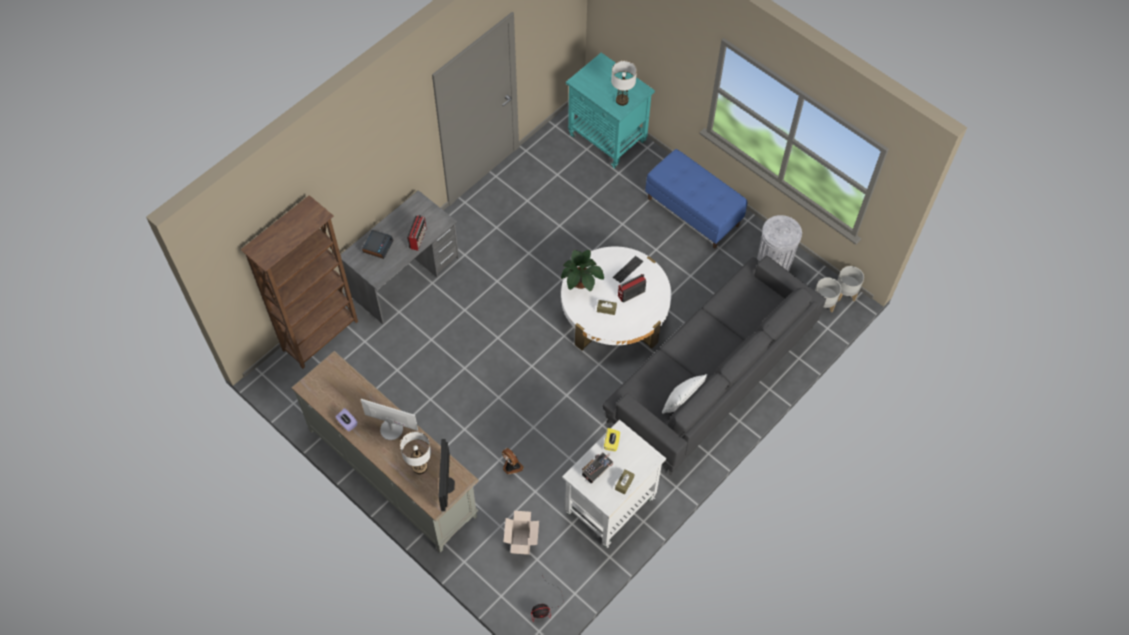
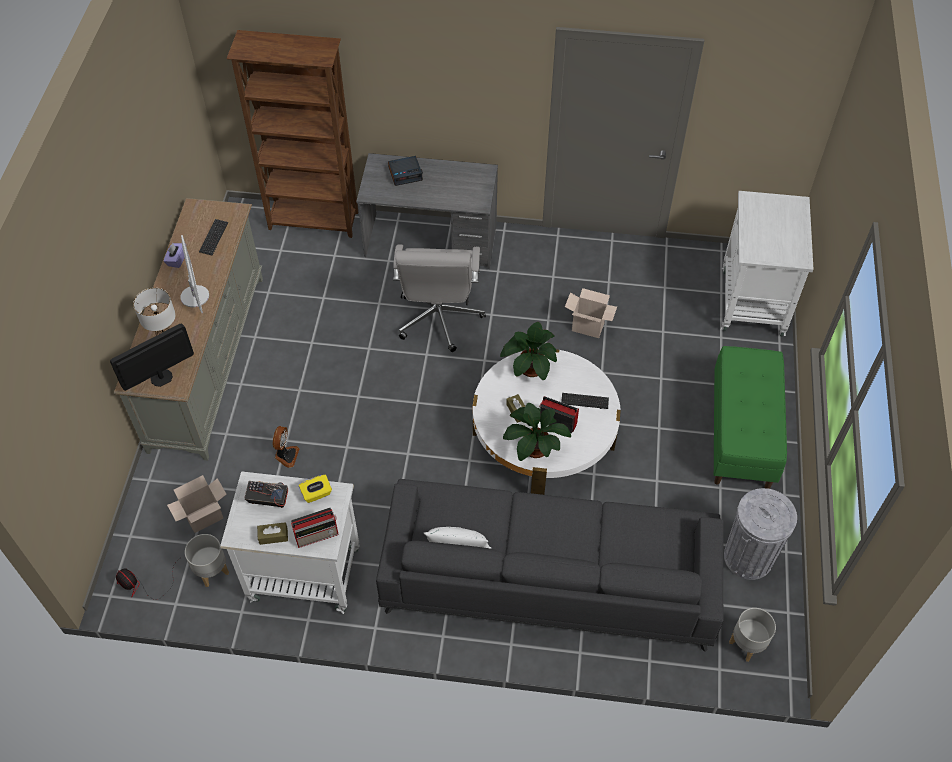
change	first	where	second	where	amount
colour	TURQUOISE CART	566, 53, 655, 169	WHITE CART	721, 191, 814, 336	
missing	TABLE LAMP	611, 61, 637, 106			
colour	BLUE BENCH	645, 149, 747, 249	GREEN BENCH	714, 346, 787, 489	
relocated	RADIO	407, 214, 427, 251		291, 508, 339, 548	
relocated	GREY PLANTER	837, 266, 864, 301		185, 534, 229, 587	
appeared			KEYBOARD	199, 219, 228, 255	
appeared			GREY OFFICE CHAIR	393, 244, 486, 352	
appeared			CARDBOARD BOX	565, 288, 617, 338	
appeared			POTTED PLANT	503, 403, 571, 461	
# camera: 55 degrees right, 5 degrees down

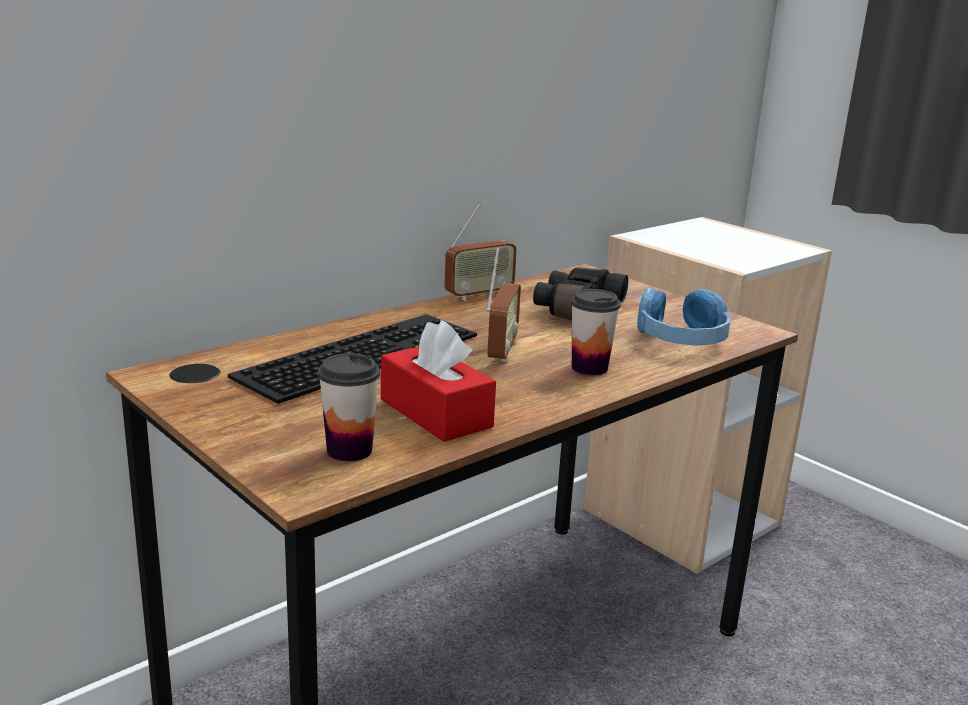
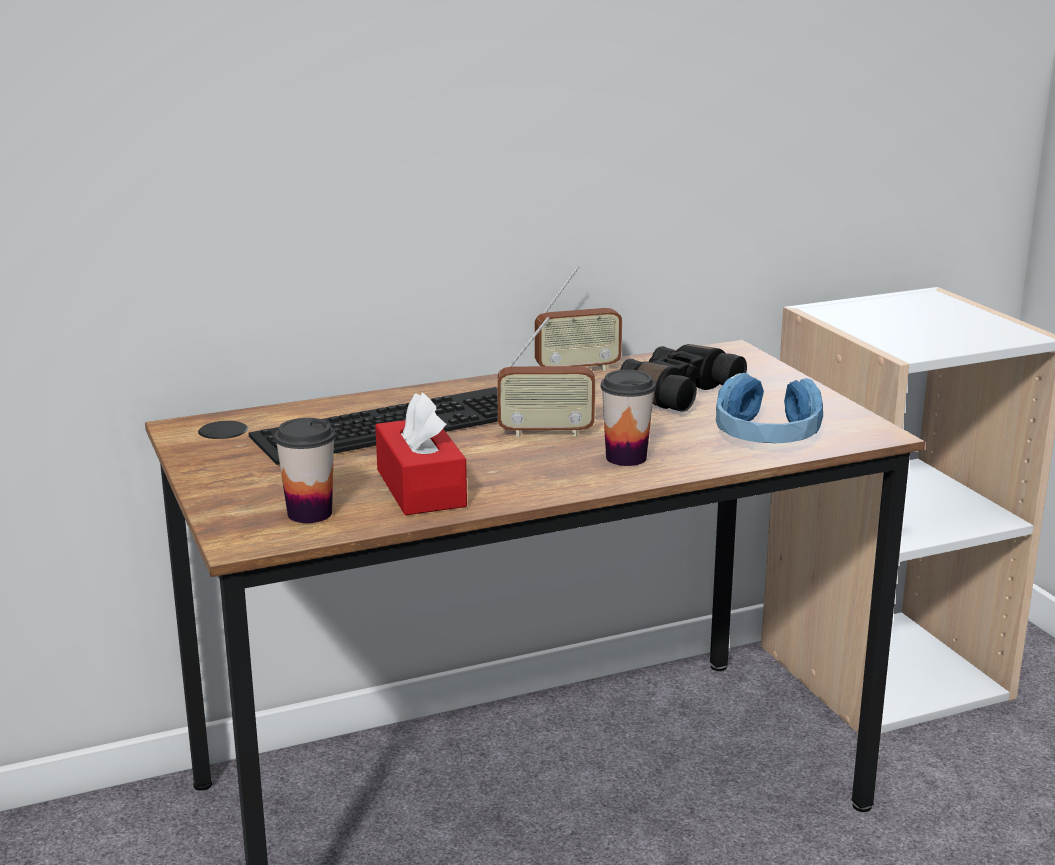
change	first	where	second	where	amount
spun	RADIO	486, 247, 521, 362		497, 317, 595, 437	60 degrees clockwise
# camera: 20 degrees right, 0 degrees up

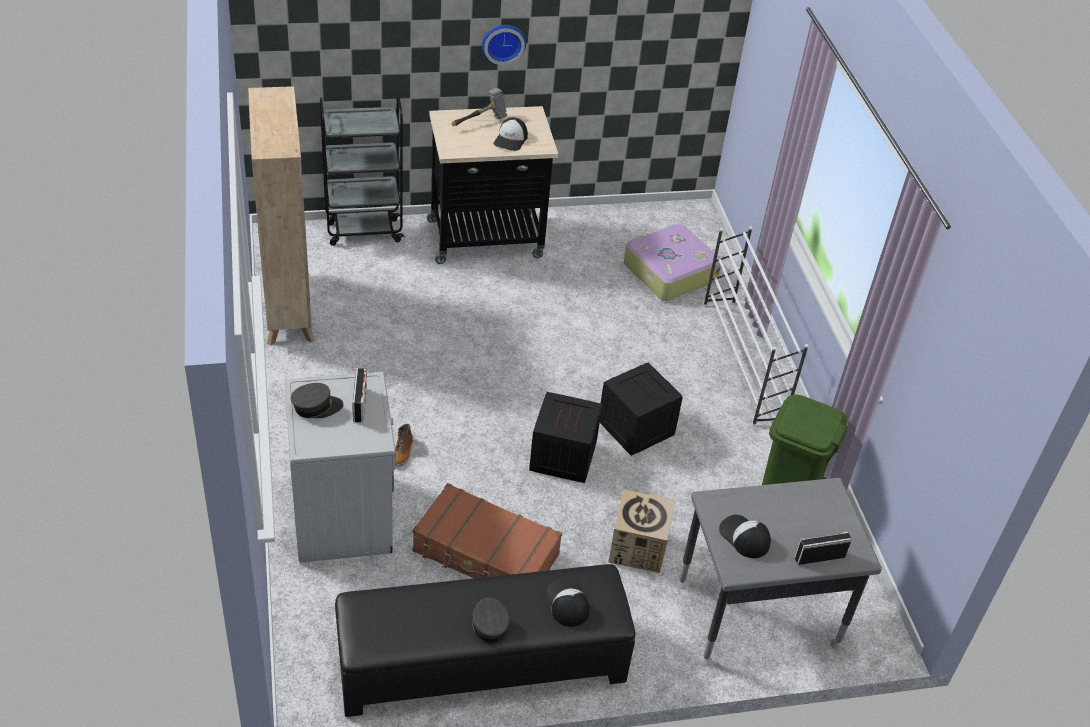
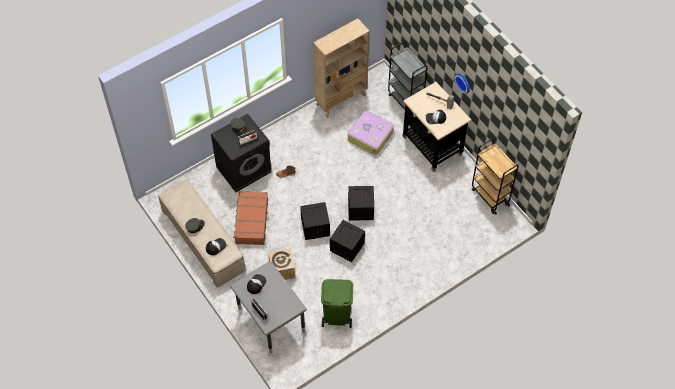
change	first	where	second	where	amount
relocated	SUITCASE	624, 224, 721, 301		348, 111, 394, 155	
missing	WHITE SHOE RACK	704, 226, 809, 426			
colour	WHITE WASHING MACHINE	285, 372, 396, 563	BLACK WASHING MACHINE	211, 114, 271, 192	
colour	BLACK BENCH	335, 564, 635, 717	BEIGE BENCH	158, 180, 246, 288	
appeared			BROWN CART	472, 138, 519, 215	
appeared			CRATE	348, 186, 374, 220	
# camera: 70 degrees right, 15 degrees up

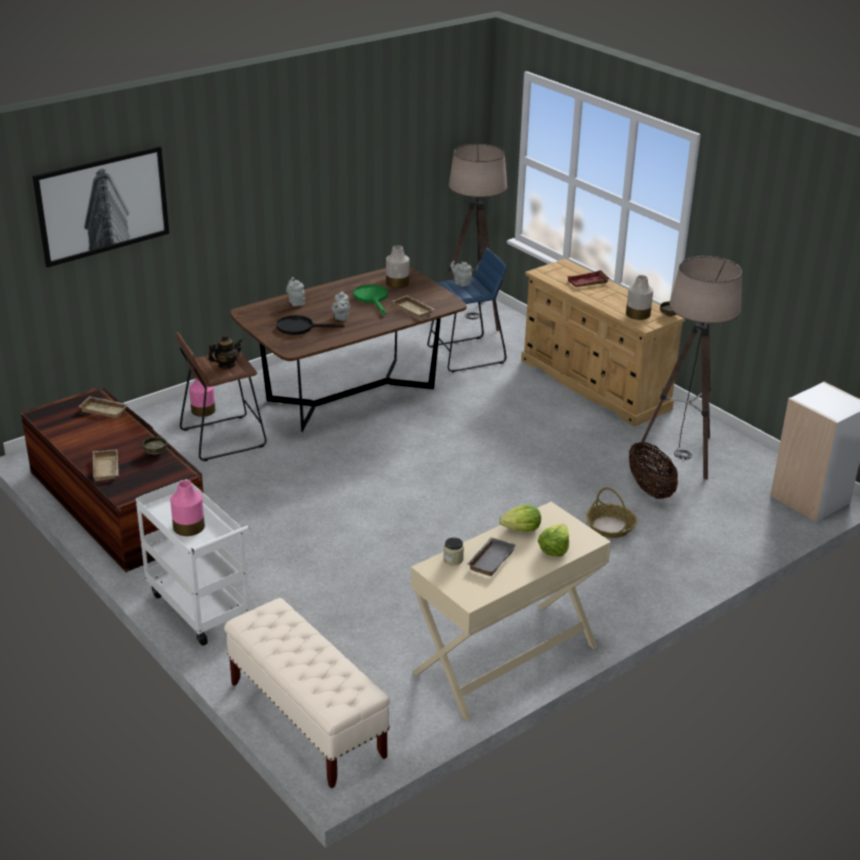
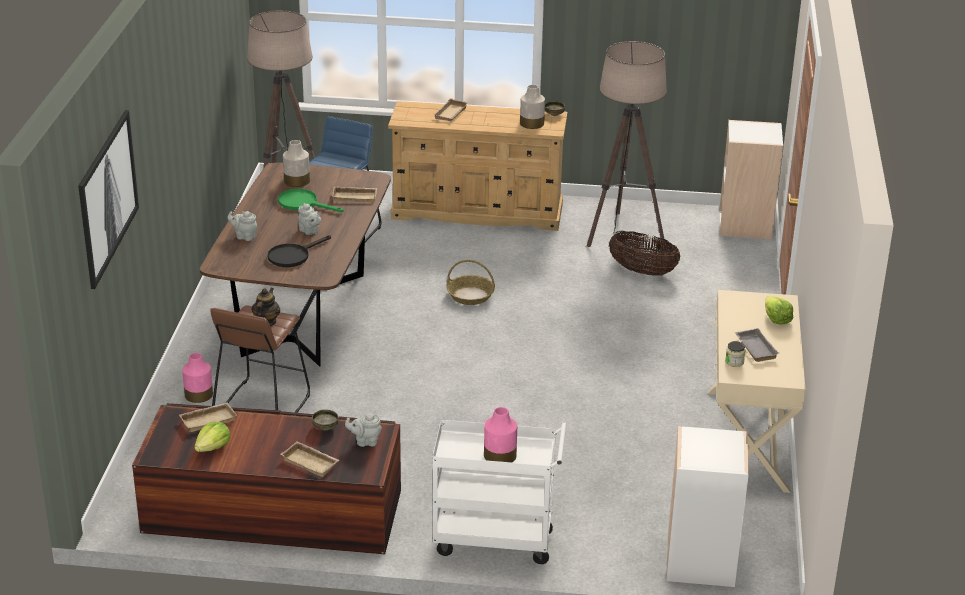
change	first	where	second	where	amount
relocated	GREY TEAPOT	450, 261, 472, 287		345, 413, 382, 447	
colour	RED TRAY	567, 270, 610, 287	BEIGE TRAY	434, 98, 469, 121	
relocated	BASKET	586, 487, 637, 538		447, 260, 495, 305	
relocated	LETTUCE	499, 505, 541, 532		194, 422, 230, 452	
exchanged	BEIGE BENCH	224, 598, 390, 789	BOOKCASE	666, 426, 749, 587	
# camera: 45 degrees left, 0 degrees up

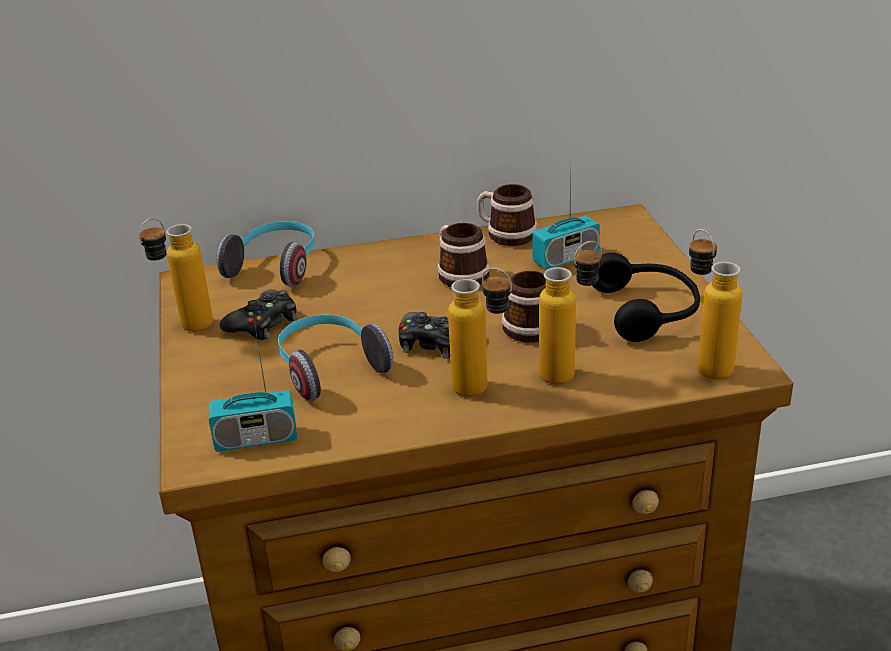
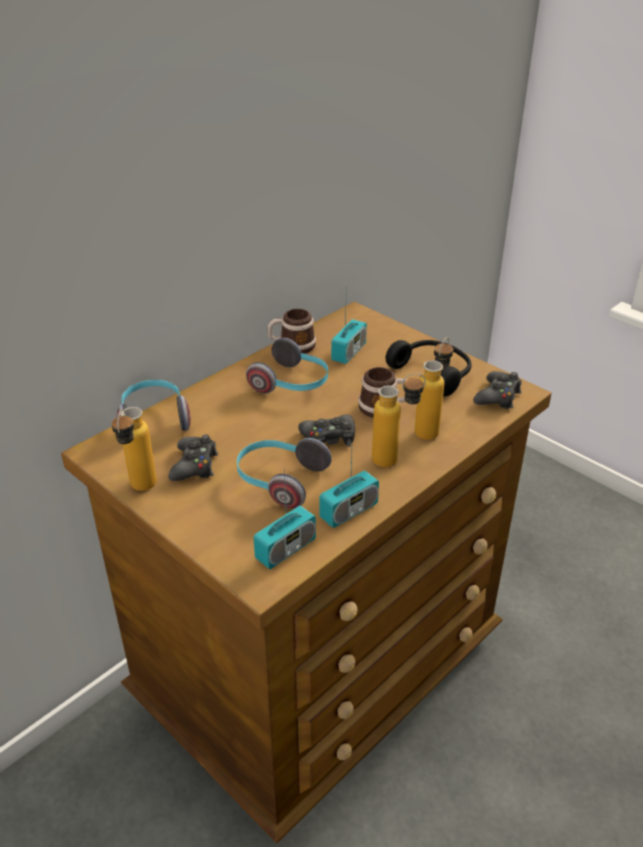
change	first	where	second	where	amount
exchanged	MUG	437, 223, 490, 287	HEADPHONES	246, 338, 328, 394	
exchanged	BOTTLE	689, 229, 742, 380	BLACK GAME CONTROLLER	473, 371, 522, 409	
appeared			RADIO	319, 431, 379, 528	
# camera: 35 degrees left, 5 degrees up

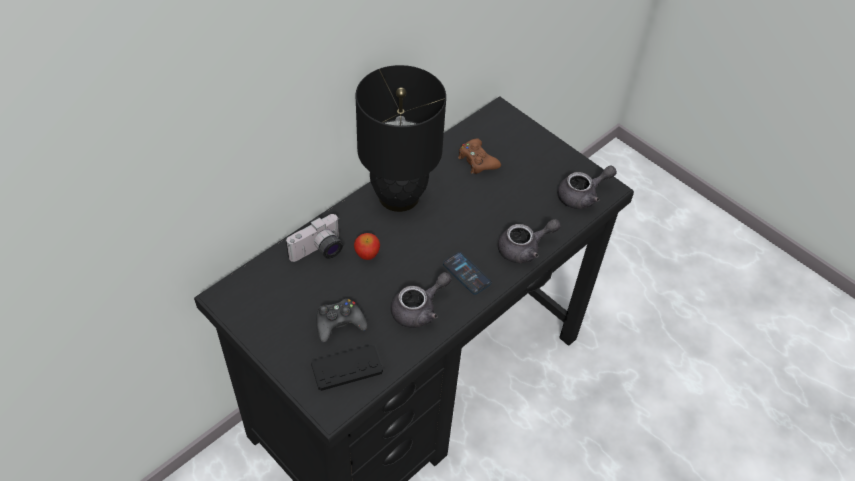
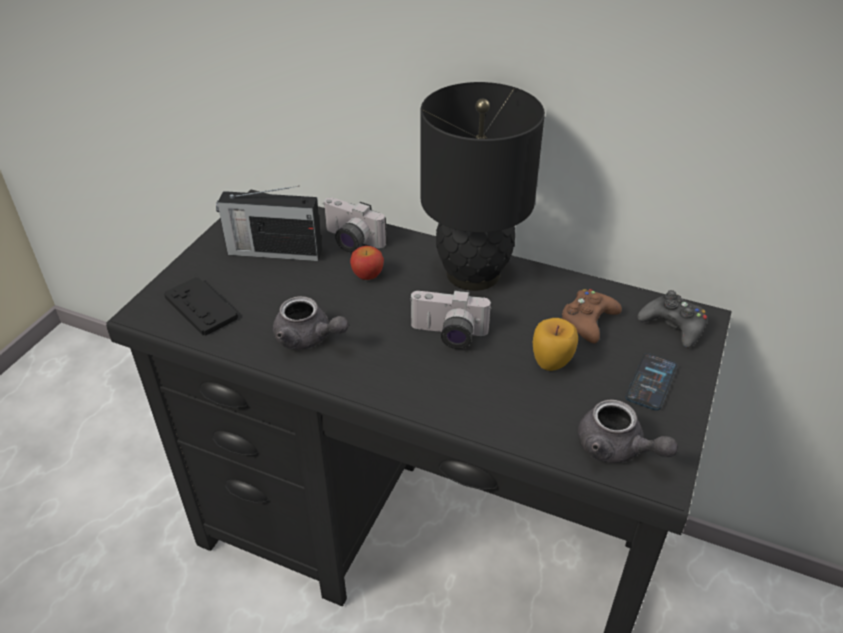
change	first	where	second	where	amount
missing	GREY TEAPOT	498, 219, 561, 263			
relocated	PHONE	443, 252, 491, 295		626, 353, 677, 411	
relocated	BLACK GAME CONTROLLER	316, 299, 367, 342		638, 290, 707, 348	
appeared			RADIO	216, 186, 322, 261	
appeared			PHOTO CAMERA	409, 289, 492, 349	
appeared			APPLE	533, 318, 578, 371	
# camera: 70 degrees right, 10 degrees down

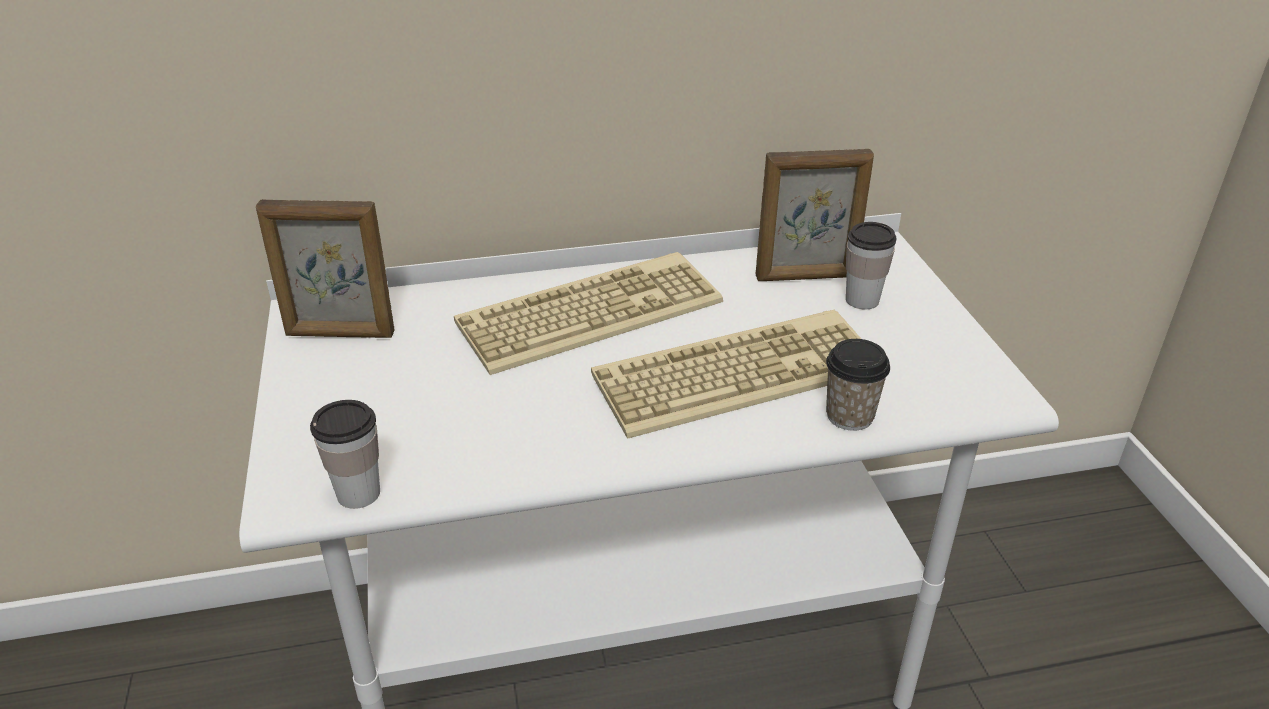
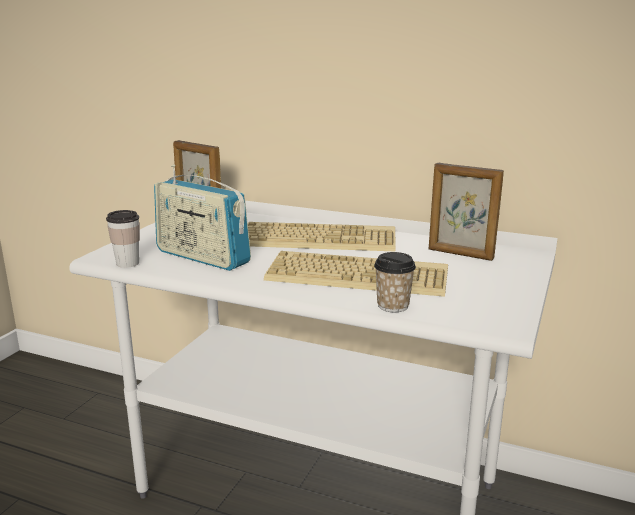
change	first	where	second	where	amount
missing	CUP	846, 222, 897, 309			
appeared			RADIO	154, 165, 251, 271	
# camera: 35 degrees right, 15 degrees down

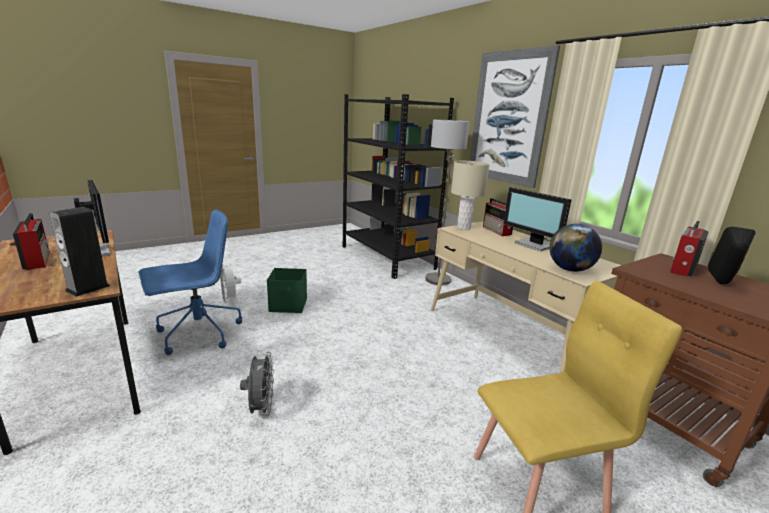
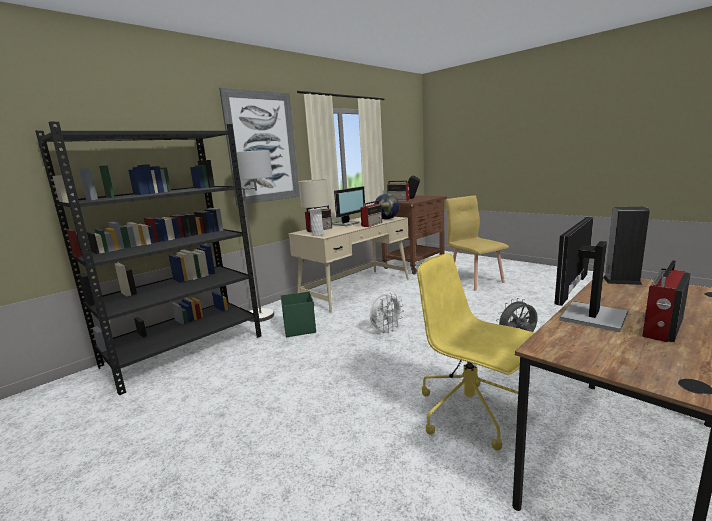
change	first	where	second	where	amount
colour	BLUE OFFICE CHAIR	139, 209, 242, 355	YELLOW OFFICE CHAIR	417, 253, 534, 451	
relocated	WHITE FAN	220, 264, 241, 303		370, 294, 404, 333	
relocated	GREEN STORAGE BOX	267, 268, 307, 313		281, 292, 316, 337	
appeared			RADIO	360, 200, 382, 227	
# camera: 100 degrees left, 5 degrees down

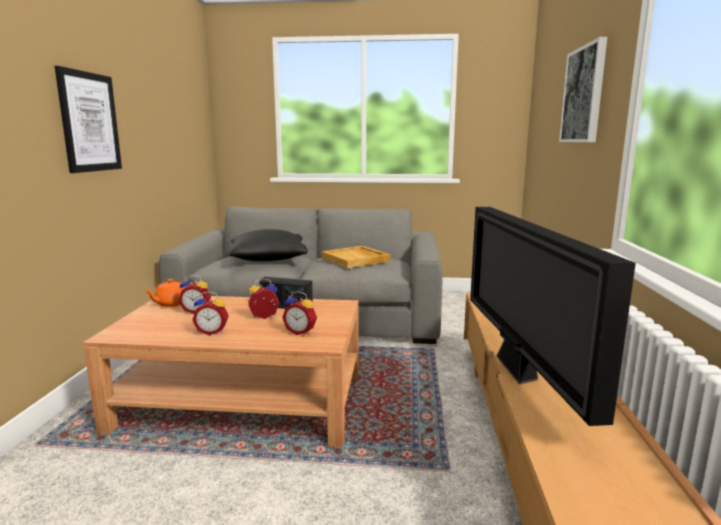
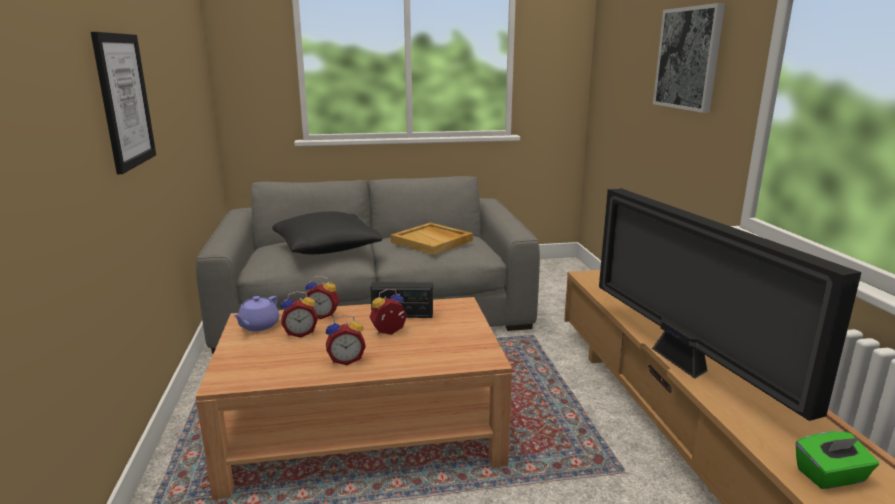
change	first	where	second	where	amount
colour	ORANGE TEAPOT	145, 279, 192, 307	PURPLE TEAPOT	233, 296, 279, 331	
relocated	ALARM CLOCK	282, 291, 317, 335		305, 276, 339, 319	
appeared			GREEN TISSUE BOX	796, 431, 879, 489	
# camera: 15 degrees left, 5 degrees up

